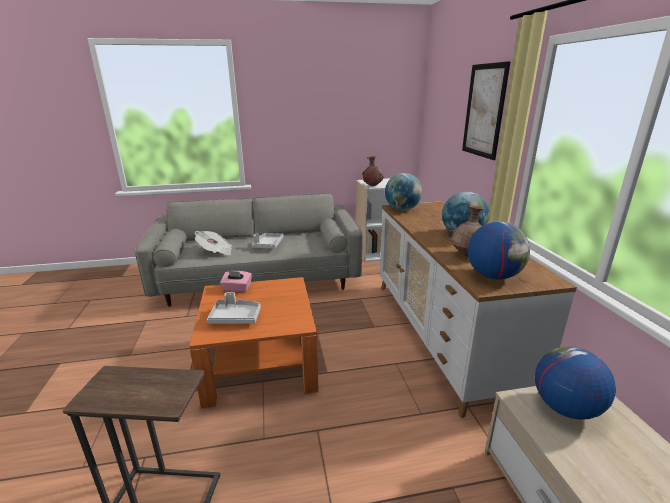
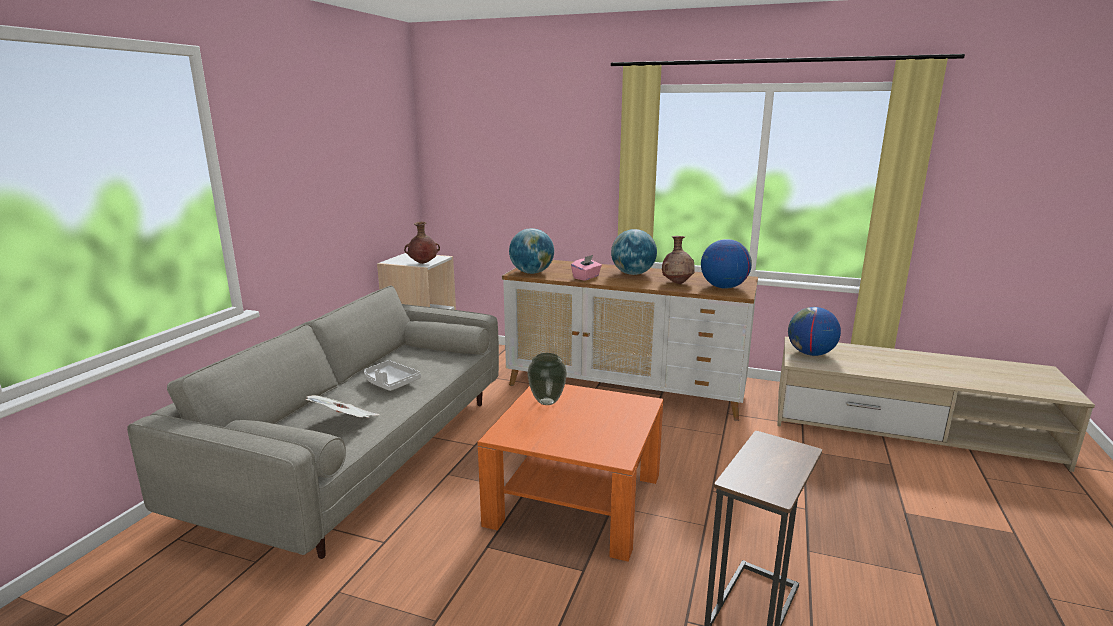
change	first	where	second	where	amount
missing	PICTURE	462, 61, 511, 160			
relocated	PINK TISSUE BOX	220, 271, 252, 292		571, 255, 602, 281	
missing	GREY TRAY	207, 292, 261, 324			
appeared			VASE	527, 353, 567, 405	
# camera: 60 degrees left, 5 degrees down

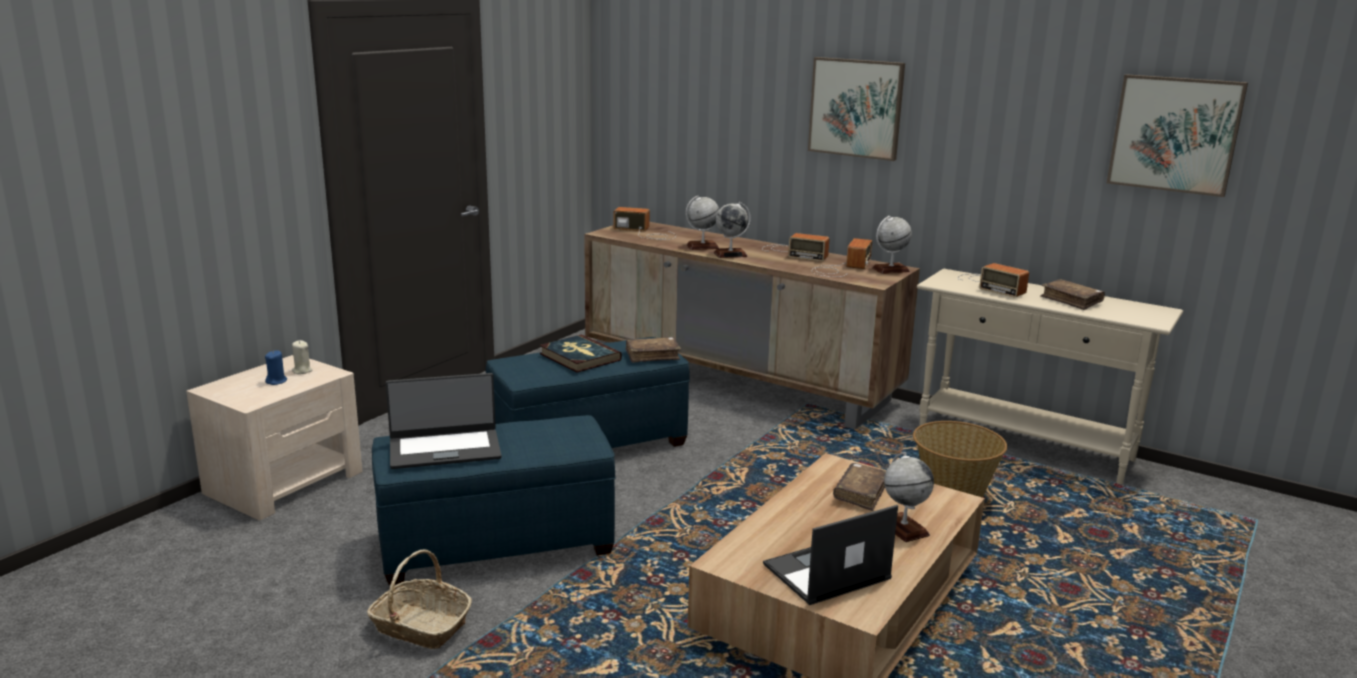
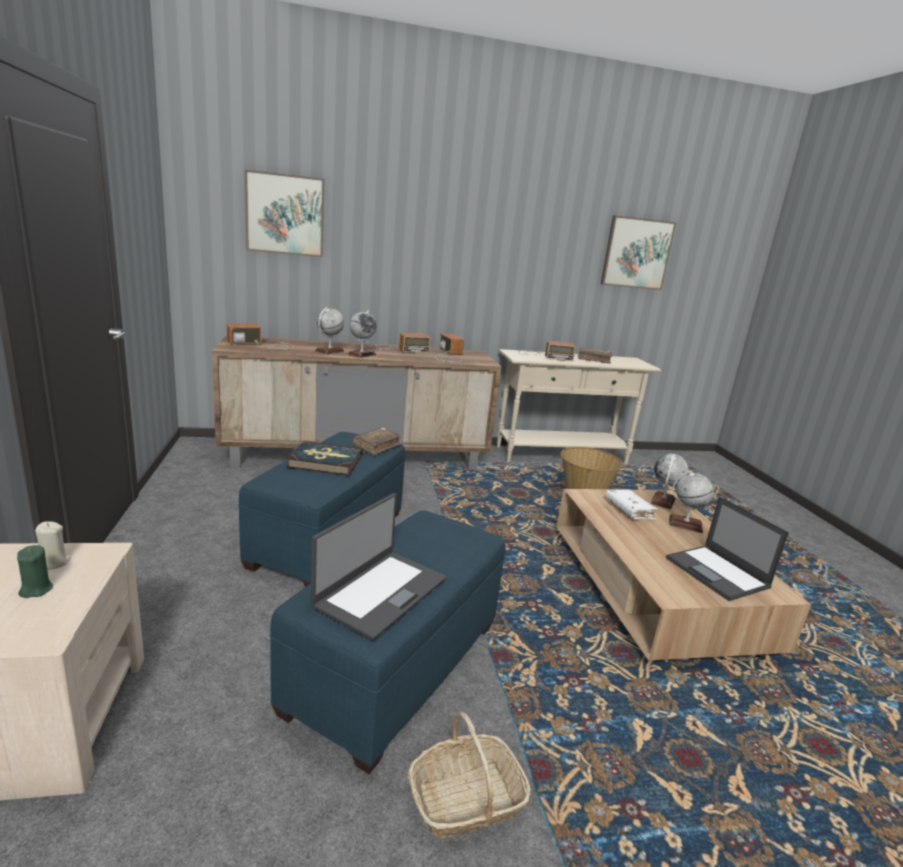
change	first	where	second	where	amount
relocated	PICTURE	808, 57, 905, 161		245, 170, 324, 257	
relocated	GLOBE	872, 216, 912, 274		650, 453, 688, 510	
colour	BLUE CANDLE	265, 350, 287, 385	GREEN CANDLE	17, 545, 54, 598	
colour	BROWN BOOK	833, 463, 886, 511	WHITE BOOK	605, 489, 658, 519	
spun	LAPTOP	763, 505, 898, 605		666, 496, 789, 601	45 degrees counterclockwise
# camera: 45 degrees left, 0 degrees up

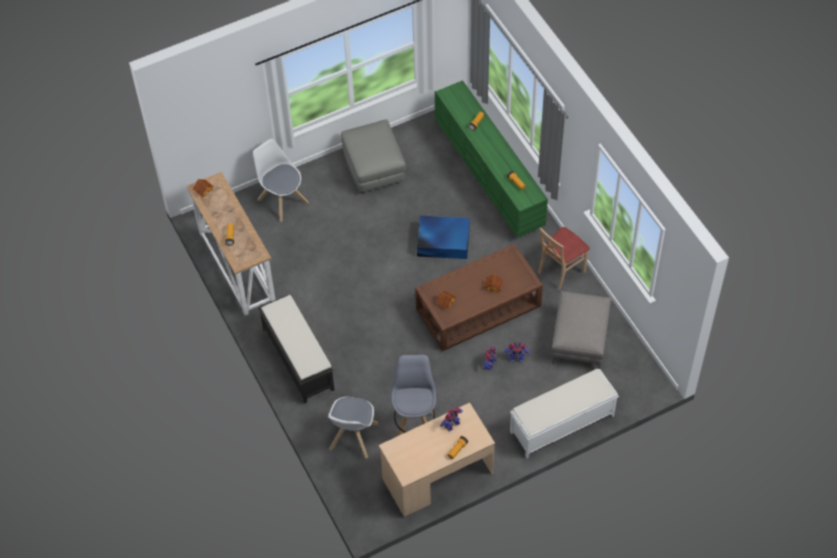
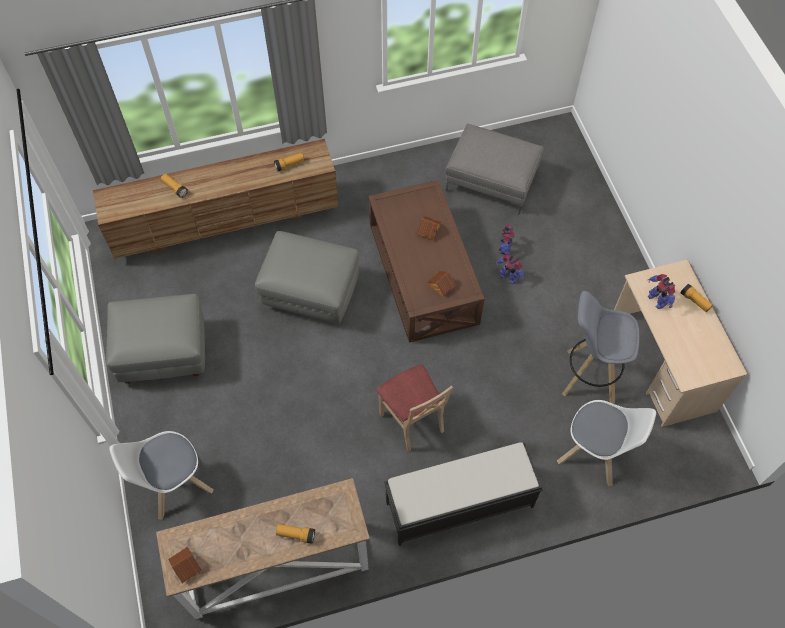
change	first	where	second	where	amount
colour	GREEN CABINET	435, 80, 548, 238	BROWN CABINET	93, 139, 339, 259	
exchanged	BLUE STORAGE BOX	417, 216, 470, 259	GREY OTTOMAN	255, 231, 359, 323	
relocated	BEIGE CHAIR	538, 227, 590, 290		377, 364, 453, 452	
missing	WHITE BENCH	510, 369, 619, 458			
# camera: 80 degrees left, 5 degrees up

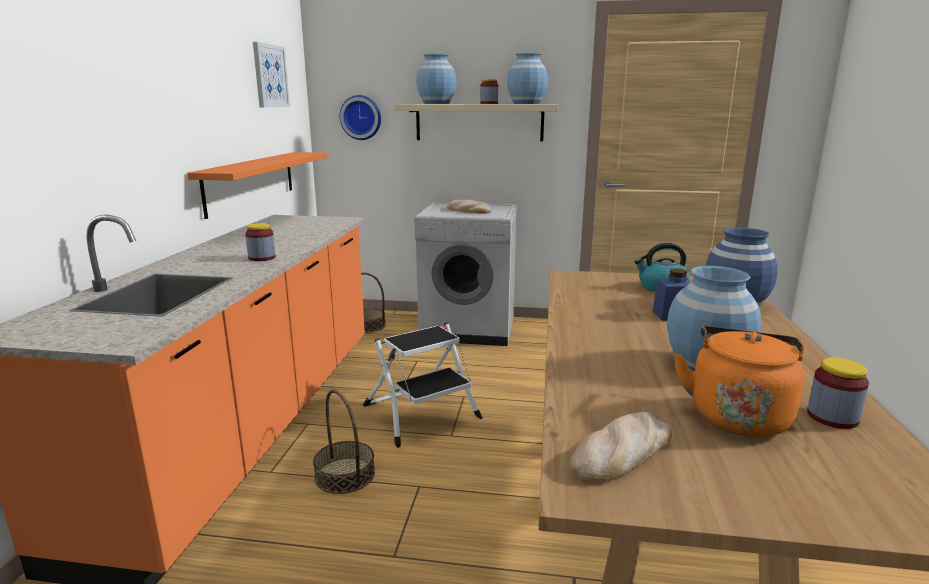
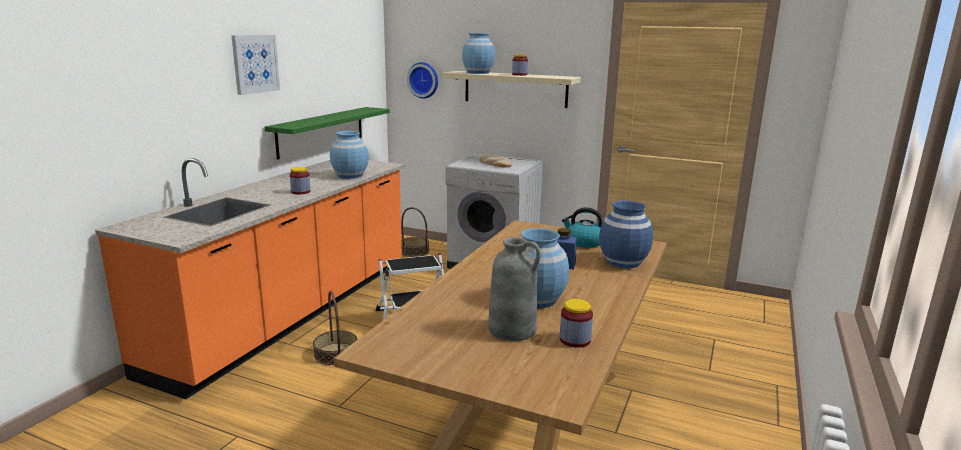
change	first	where	second	where	amount
relocated	PICTURE	253, 42, 290, 107		231, 35, 280, 95	
relocated	BLUE VASE	507, 53, 548, 104		330, 131, 369, 179	
colour	ORANGE SHELF	187, 152, 327, 219	GREEN SHELF	265, 107, 390, 160	
exchanged	ORANGE KETTLE	674, 326, 804, 437	GREY VASE	488, 237, 541, 341	
missing	BREAD	569, 412, 672, 483			
# camera: 15 degrees right, 0 degrees up

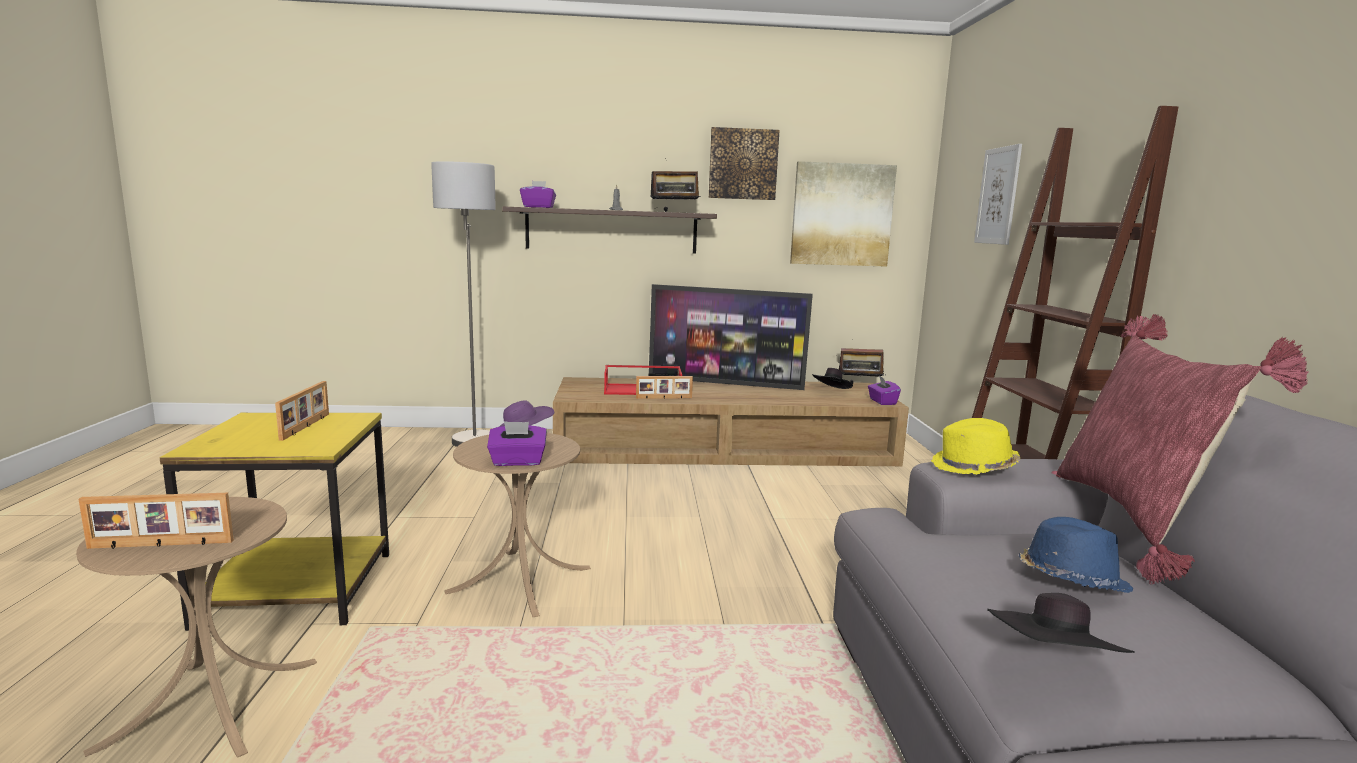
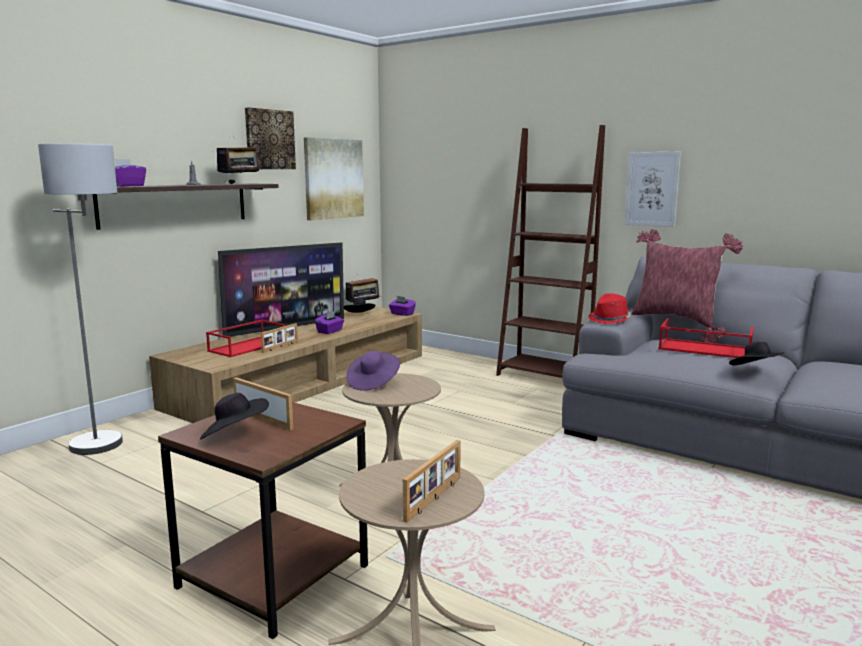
change	first	where	second	where	amount
relocated	PICTURE	974, 144, 1022, 245		625, 152, 681, 227	
colour	YELLOW SIDE TABLE	160, 413, 389, 631	BROWN SIDE TABLE	158, 402, 368, 639	
colour	YELLOW HAT	931, 418, 1021, 475	RED HAT	588, 293, 631, 324	
relocated	PURPLE TISSUE BOX	487, 421, 547, 466		315, 311, 344, 334	
exchanged	BLUE HAT	1019, 517, 1133, 593	RED TRAY	658, 318, 754, 358	
appeared			BLACK HAT	200, 393, 269, 440	
# camera: 50 degrees left, 0 degrees up

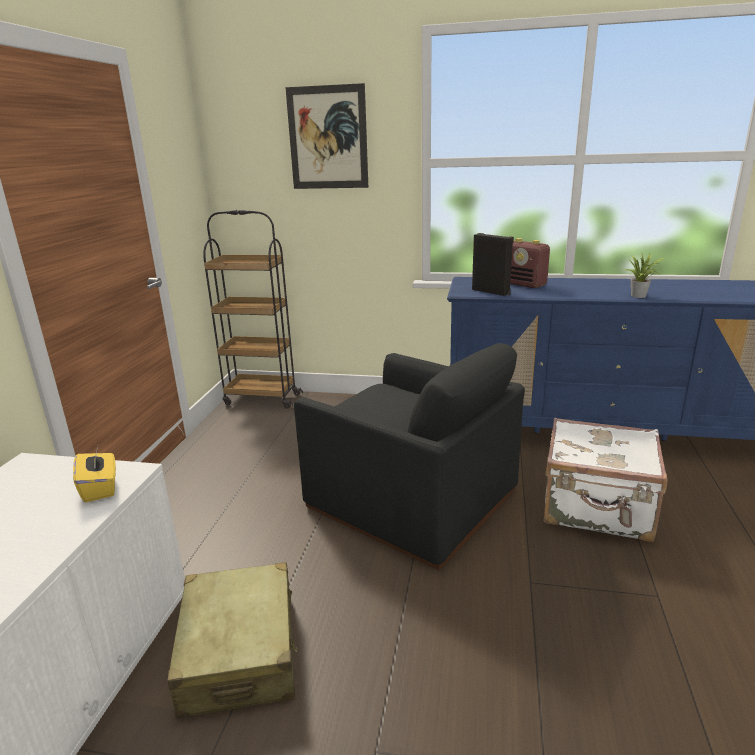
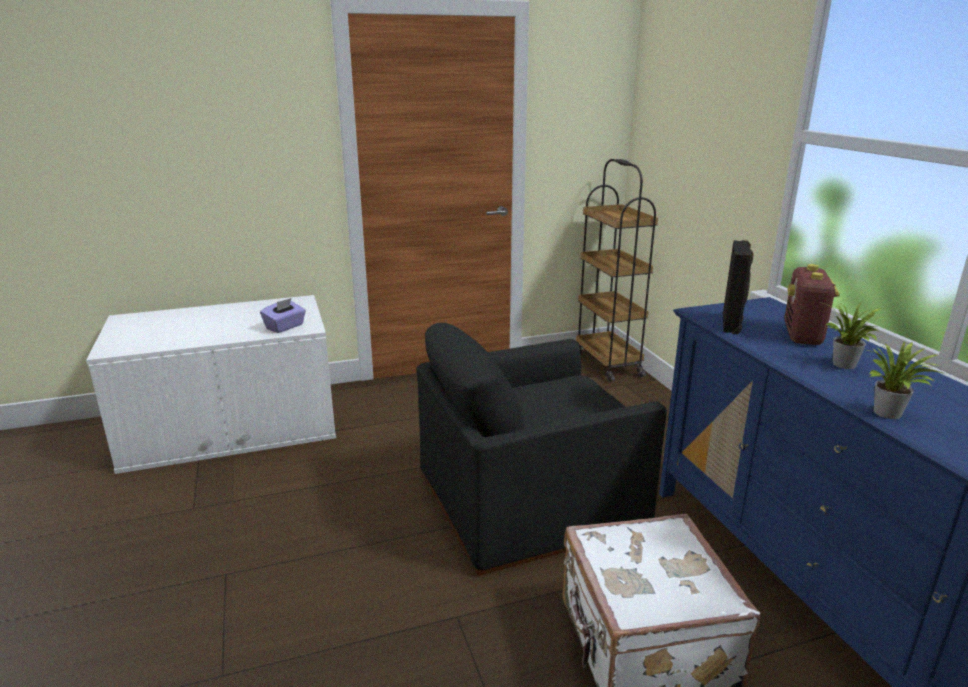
change	first	where	second	where	amount
missing	PICTURE	285, 83, 368, 189			
spun	BLACK ARMCHAIR	294, 343, 525, 570		416, 323, 667, 576	60 degrees clockwise
colour	YELLOW TISSUE BOX	73, 446, 116, 502	PURPLE TISSUE BOX	260, 298, 306, 333	
missing	BEIGE SUITCASE	167, 562, 297, 719			
appeared			POTTED PLANT	823, 302, 886, 369	
# camera: 60 degrees right, 0 degrees up

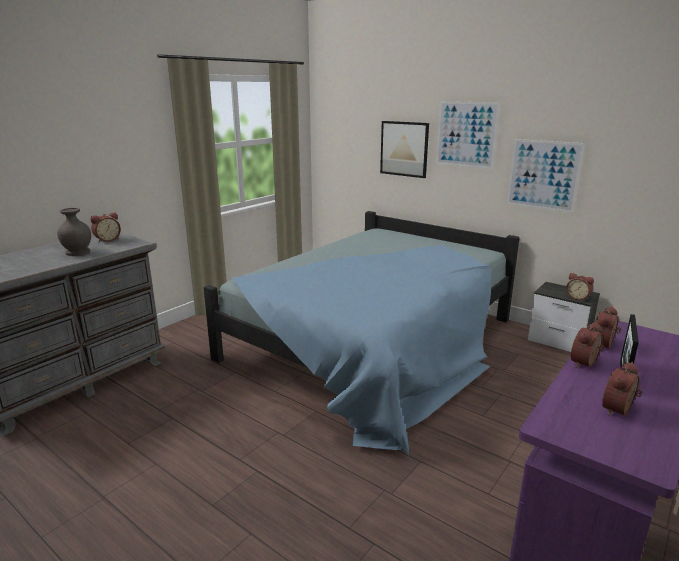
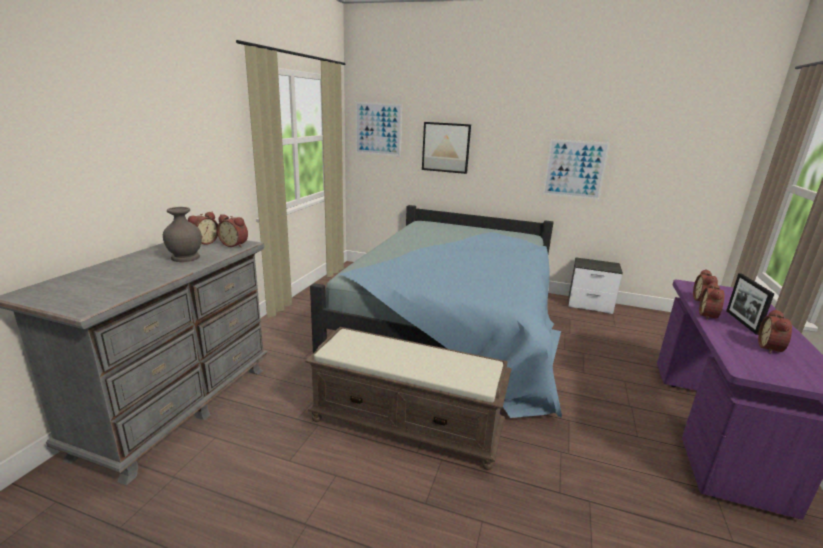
change	first	where	second	where	amount
relocated	PICTURE	436, 101, 500, 169		355, 102, 402, 157	
relocated	ALARM CLOCK	566, 273, 594, 301		217, 214, 248, 248	
appeared			BROWN BENCH	305, 327, 512, 470	
# camera: 20 degrees left, 0 degrees up

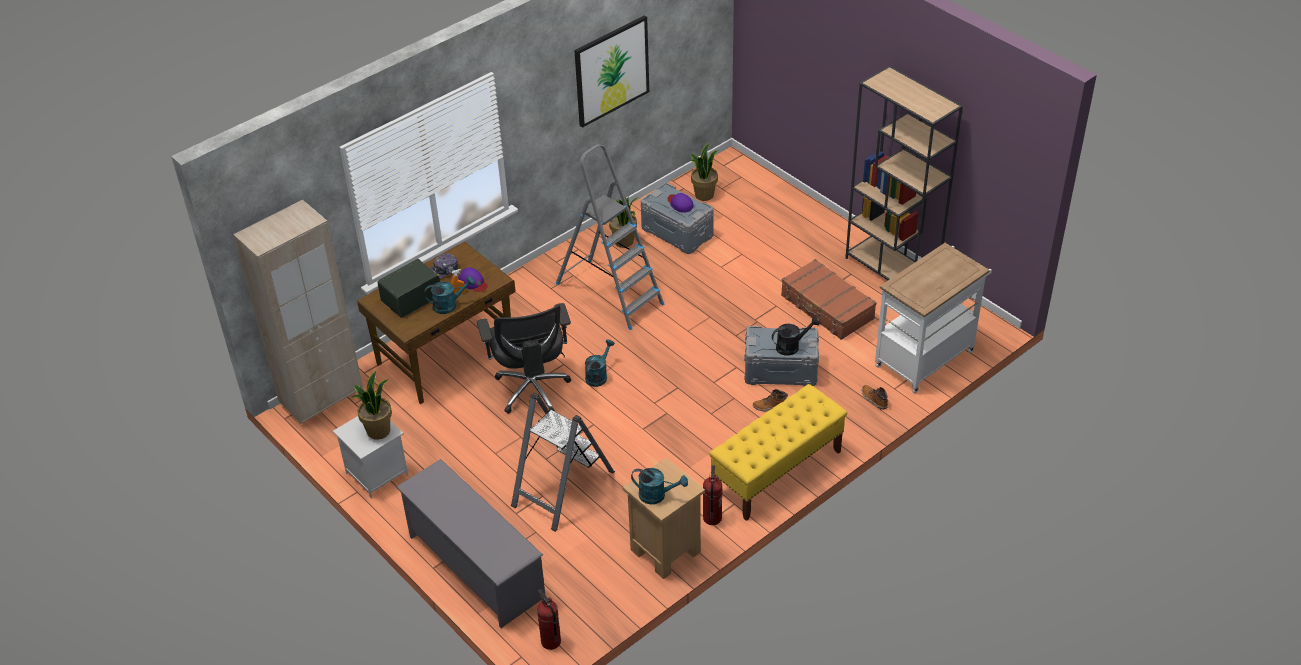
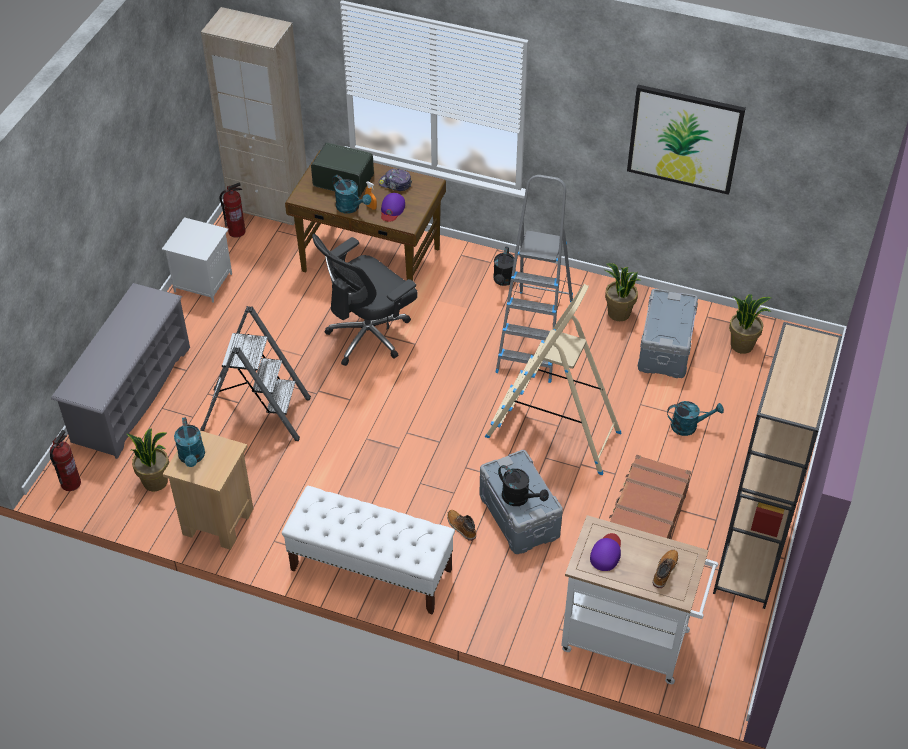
change	first	where	second	where	amount
relocated	PURPLE CAP	668, 193, 693, 213		590, 533, 621, 571	
relocated	TURQUOISE WATERING CAN	585, 339, 615, 387		667, 401, 724, 436	
relocated	POTTED PLANT	351, 371, 392, 440		126, 429, 169, 491	
colour	YELLOW BENCH	709, 384, 847, 521	WHITE BENCH	282, 486, 455, 615	
relocated	BOOT	862, 385, 888, 410		653, 549, 678, 588	
relocated	FIRE EXTINGUISHER	703, 465, 723, 525		219, 182, 246, 238	
appeared			BLACK WATERING CAN	493, 247, 514, 286	
appeared			BEIGE STEP LADDER	485, 284, 621, 475	
# camera: 60 degrees right, 5 degrees up

